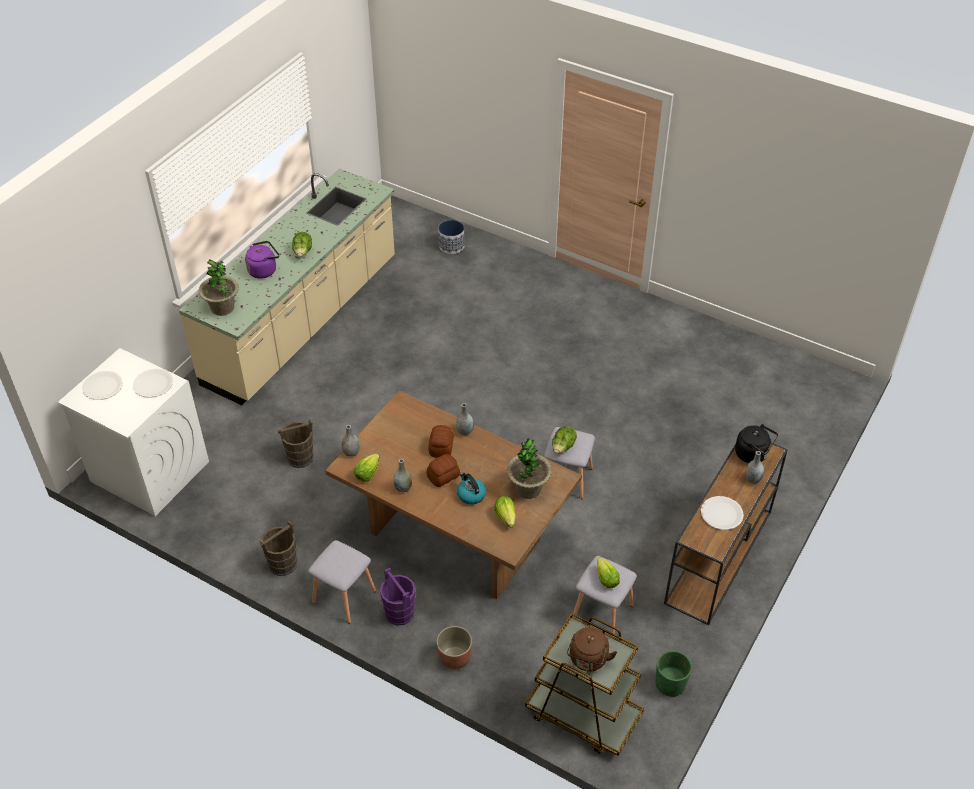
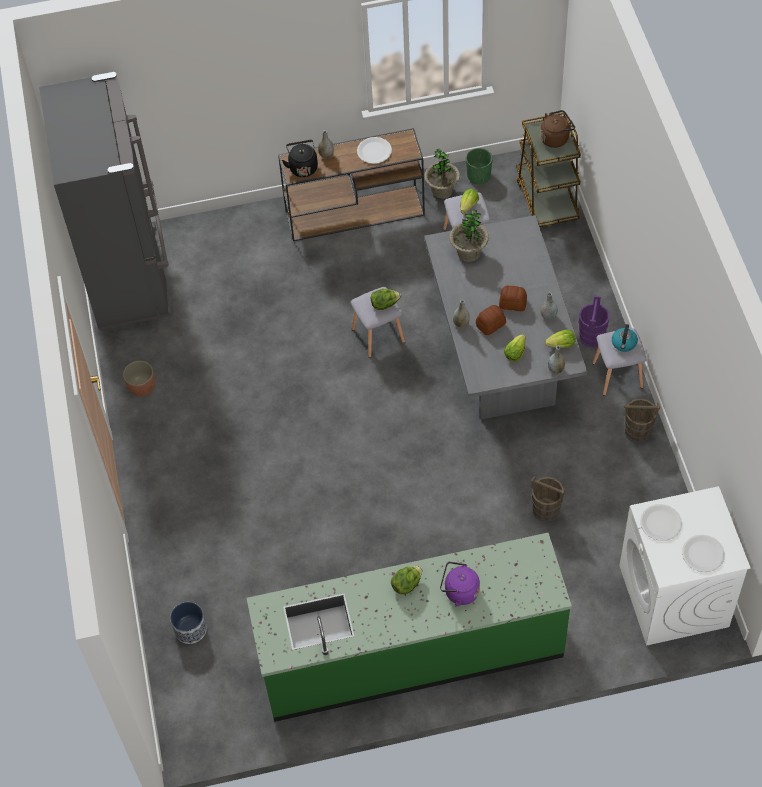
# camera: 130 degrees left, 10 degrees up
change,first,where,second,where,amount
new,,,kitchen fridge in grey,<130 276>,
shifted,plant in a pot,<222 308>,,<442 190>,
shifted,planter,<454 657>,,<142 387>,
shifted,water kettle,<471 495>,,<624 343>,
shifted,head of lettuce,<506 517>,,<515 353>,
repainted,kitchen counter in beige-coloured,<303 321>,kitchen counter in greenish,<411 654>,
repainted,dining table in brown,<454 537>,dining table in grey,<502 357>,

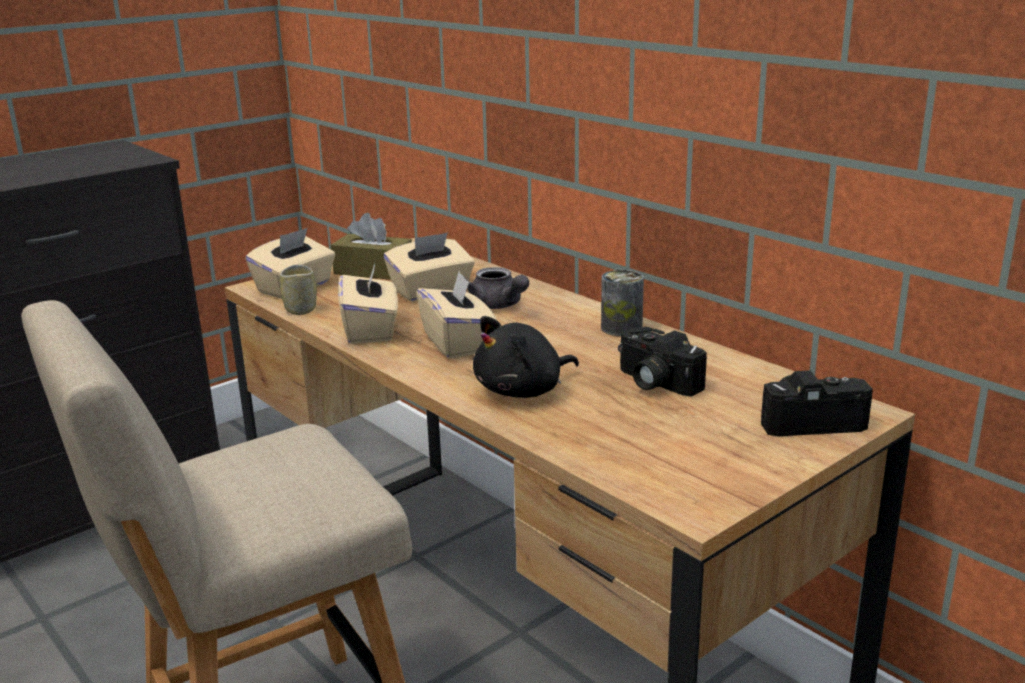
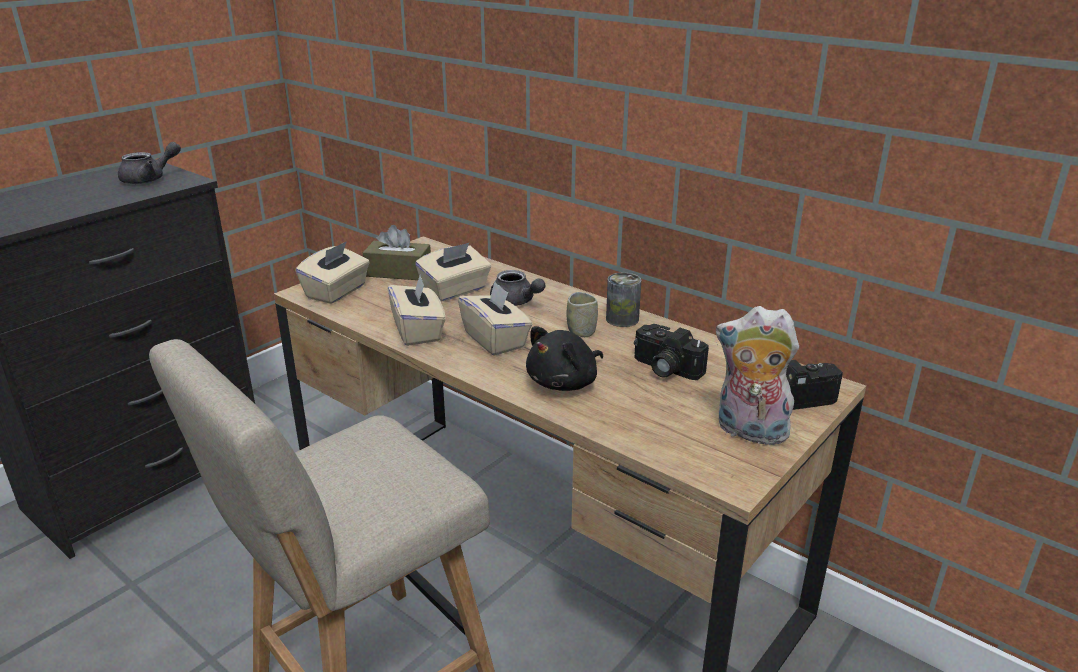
# camera: 10 degrees left, 5 degrees up
change,first,where,second,where,amount
new,,,pot for tea in grey,<150 179>,
new,,,soft toy,<748 432>,
shifted,cup,<300 310>,,<581 331>,

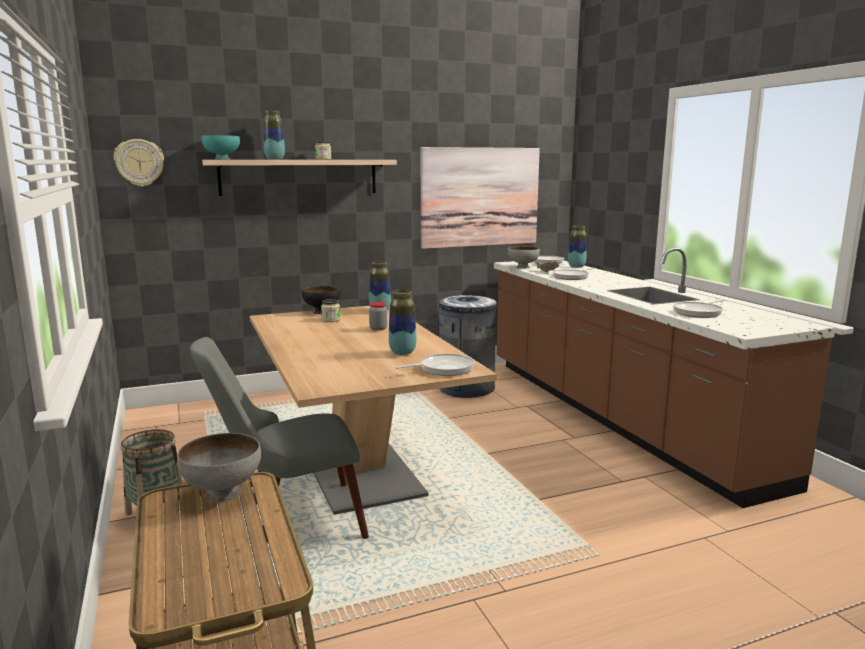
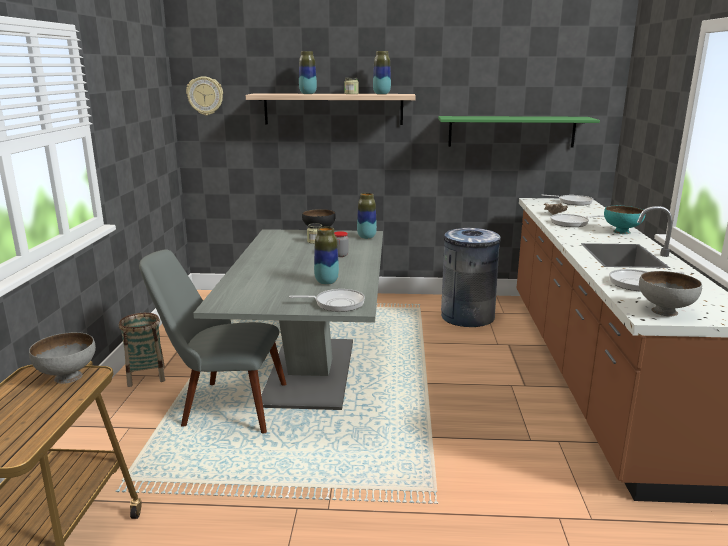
# camera: 25 degrees right, 5 degrees up
change,first,where,second,where,amount
shifted,deep dish in blue-green,<222 159>,,<621 232>,
shifted,deep dish in grey,<523 267>,,<665 312>,
shifted,decorative vase,<576 267>,,<381 94>,
swapped,picture,<480 197>,bracket shelf in greenish,<511 131>,
repainted,dining table in brown,<357 468>,dining table in grey,<310 372>,

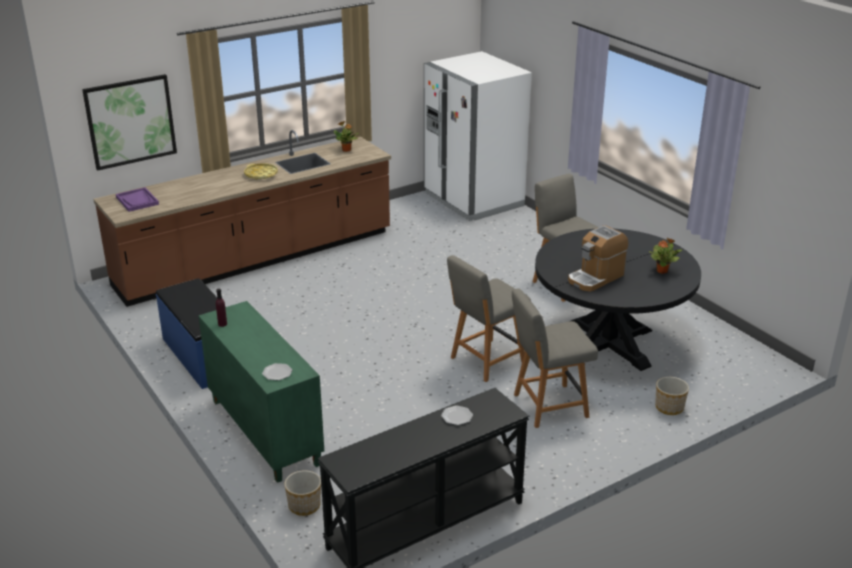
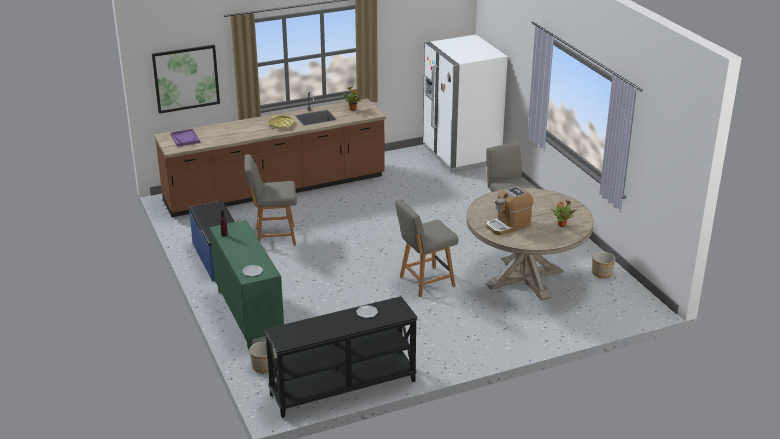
# camera: 10 degrees right, 0 degrees up
change,first,where,second,where,amount
shifted,chair in grey,<548 406>,,<273 236>,
shifted,planter,<669 407>,,<602 273>,
repainted,dining table in black-coloured,<609 343>,dining table in beige-coloured,<525 278>,

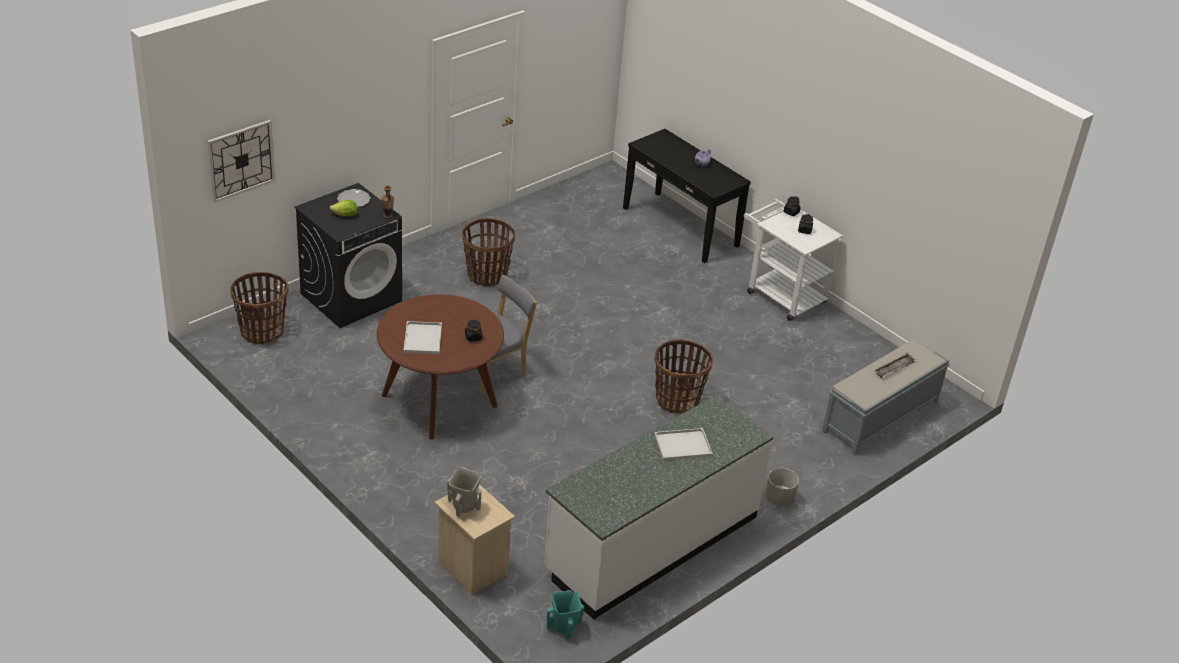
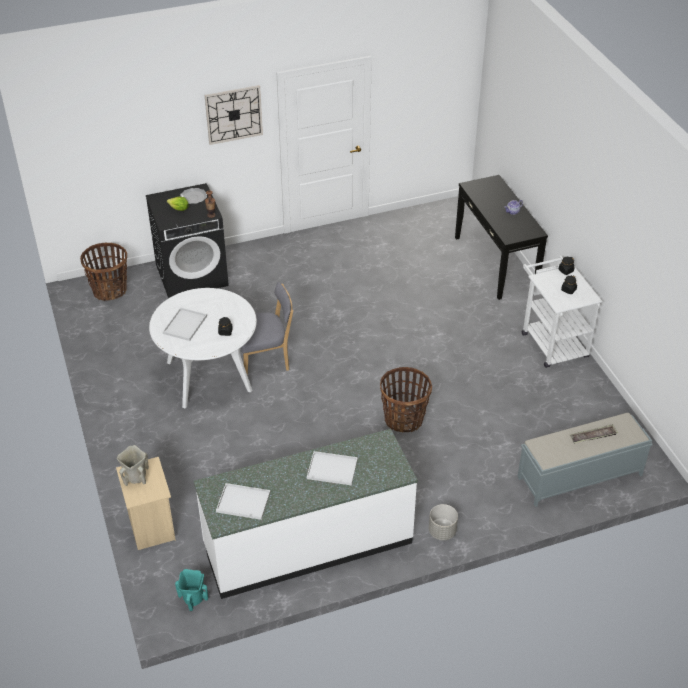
# camera: 25 degrees right, 5 degrees up
change,first,where,second,where,amount
gone,storage basket,<487 275>,,,
new,,,serving tray in whitish,<242 502>,
shifted,hanging clock,<241 160>,,<234 114>,
repainted,dining table in brown,<439 400>,dining table in whitish,<209 376>,

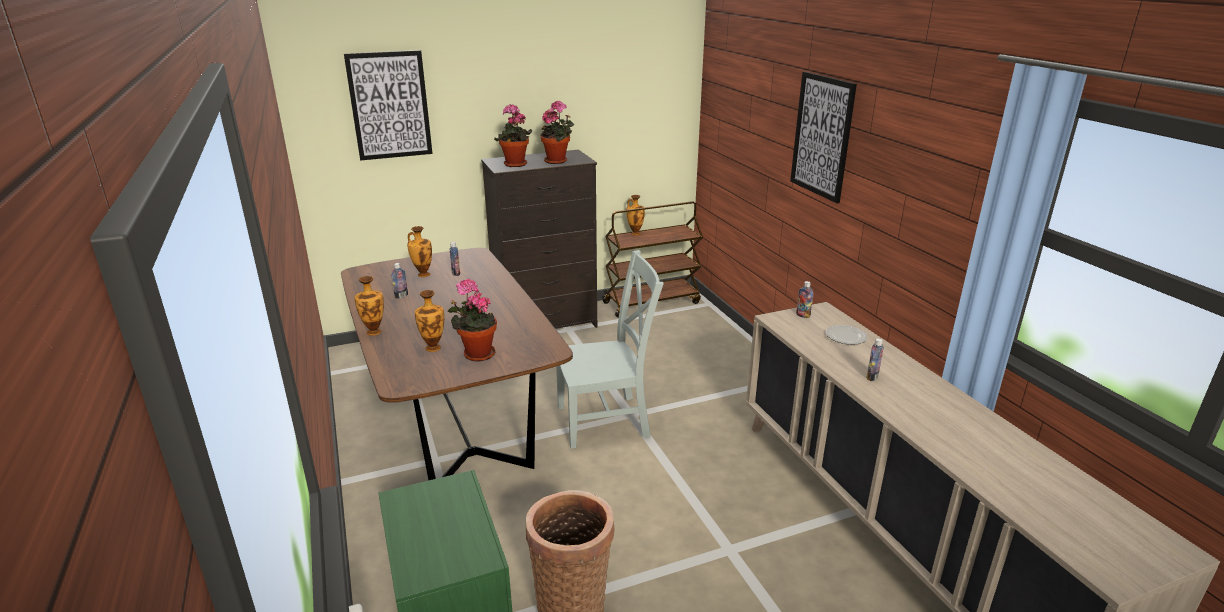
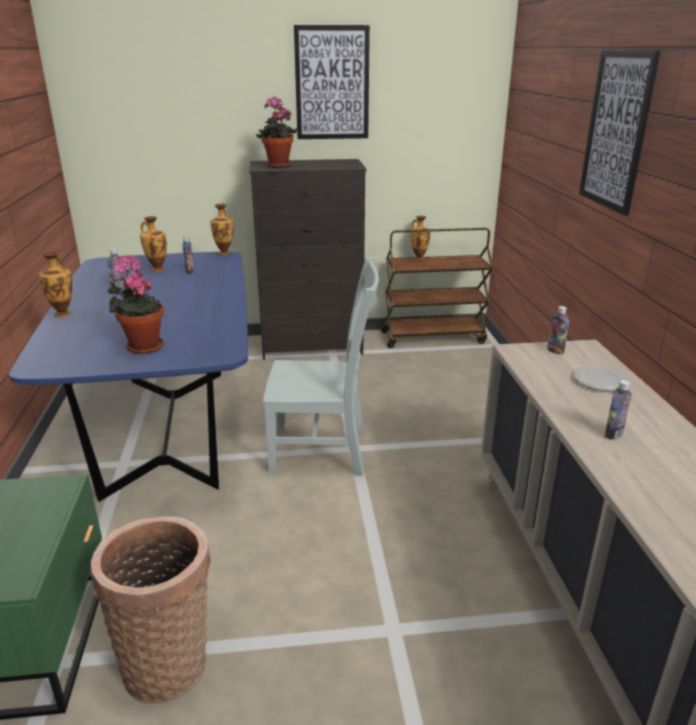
# camera: 15 degrees right, 0 degrees up
change,first,where,second,where,amount
gone,plant in a pot,<558 161>,,,
shifted,picture,<389 105>,,<332 83>,
shifted,decorative vase,<433 347>,,<224 253>,
repainted,dining table in brown,<456 422>,dining table in blue-coloured,<168 428>,

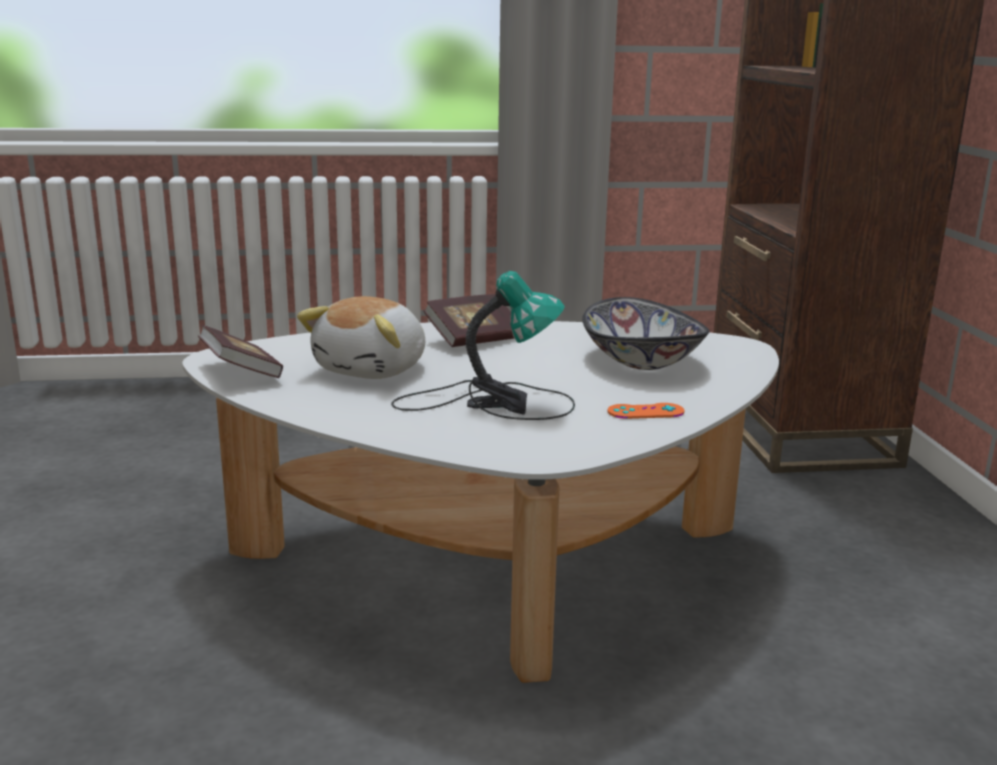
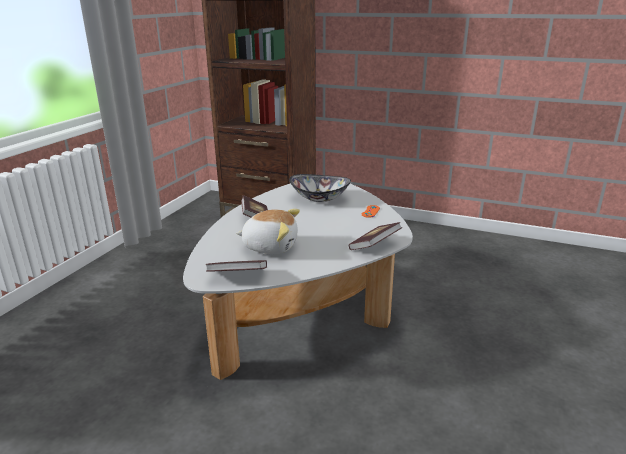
# camera: 60 degrees left, 5 degrees up
change,first,where,second,where,amount
gone,lamp for a table,<491 402>,,,
new,,,book,<374 246>,
rotated,soft toy,<373 369>,,<270 246>,45 degrees counterclockwise

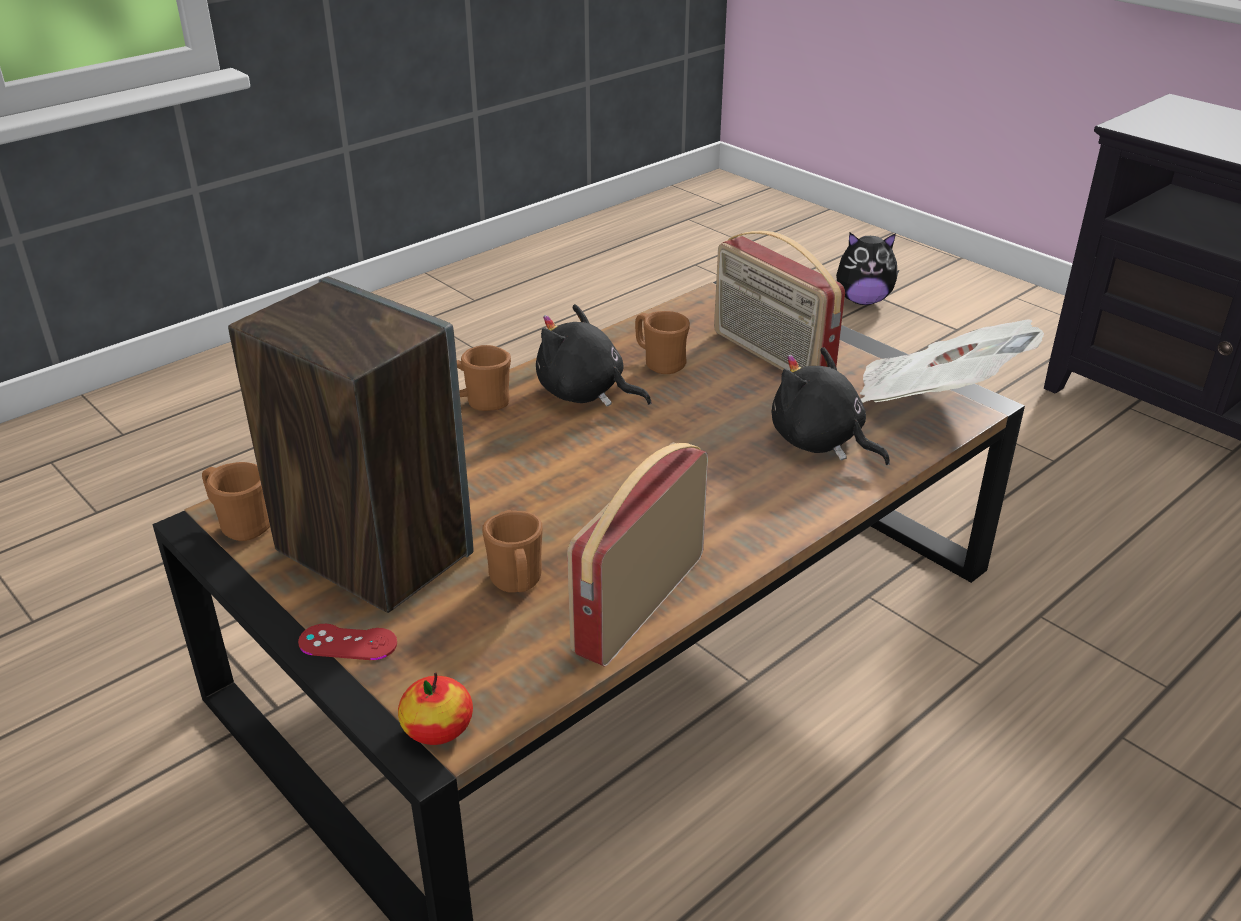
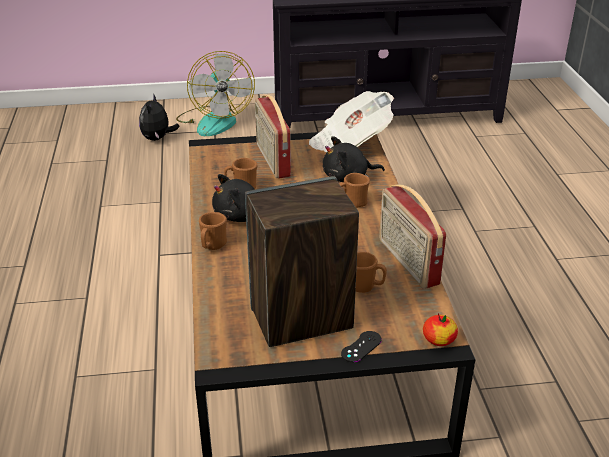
# camera: 55 degrees left, 0 degrees up
change,first,where,second,where,amount
new,,,electric fan,<214 120>,
shifted,tea mug in brown,<240 524>,,<352 203>,
repainted,game controller in reddish,<348 643>,game controller in black-coloured,<361 347>,
rotated,radio set,<770 356>,,<272 160>,75 degrees clockwise
rotated,soft toy,<862 300>,,<158 138>,150 degrees clockwise

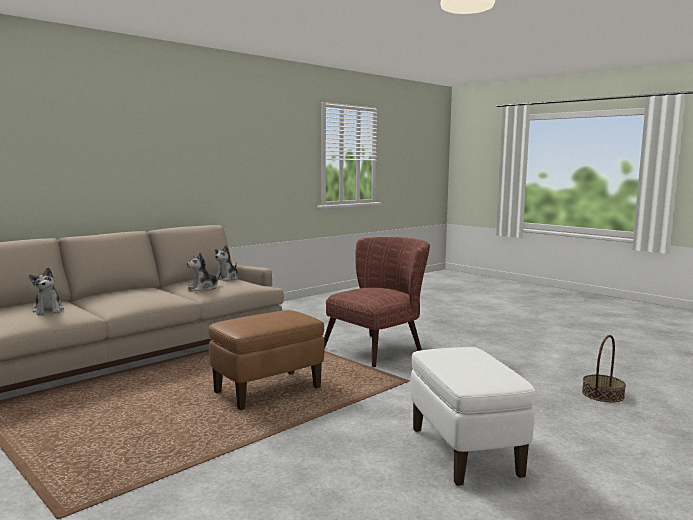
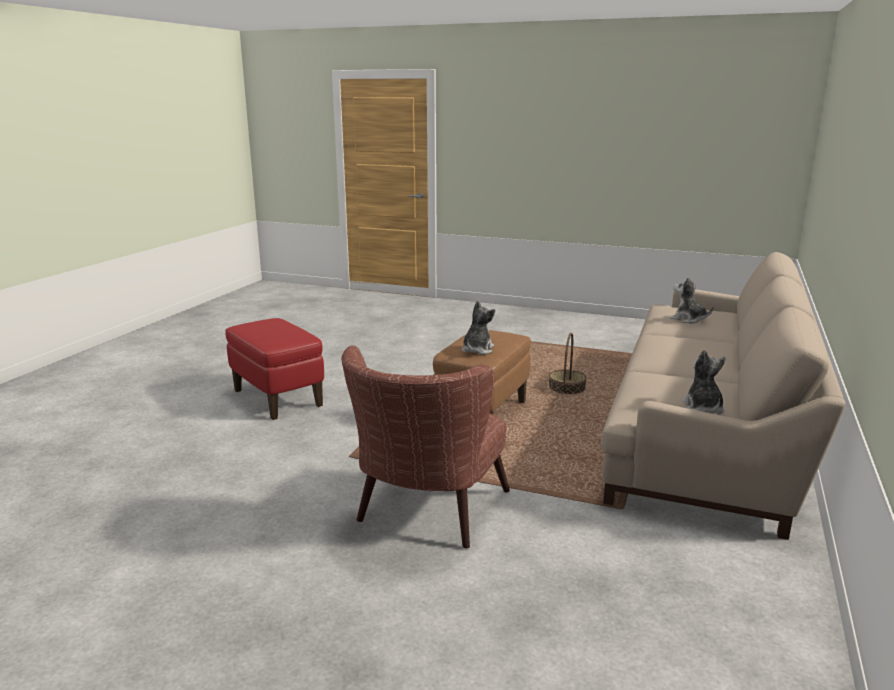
# camera: 155 degrees right, 10 degrees up
change,first,where,second,where,amount
shifted,soft toy,<204 288>,,<477 350>,
shifted,storage basket,<603 394>,,<566 388>,
repainted,pouffe in whitish,<464 451>,pouffe in reddish,<278 398>,

